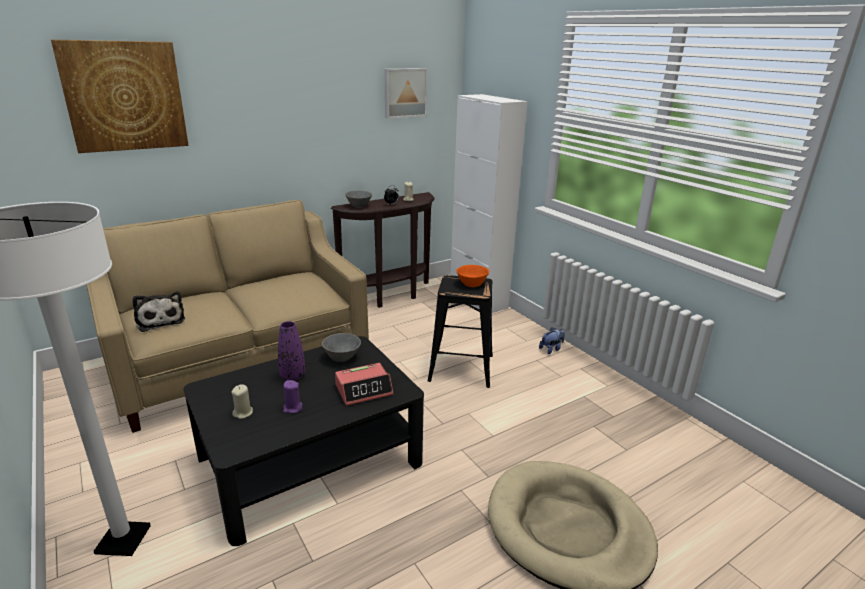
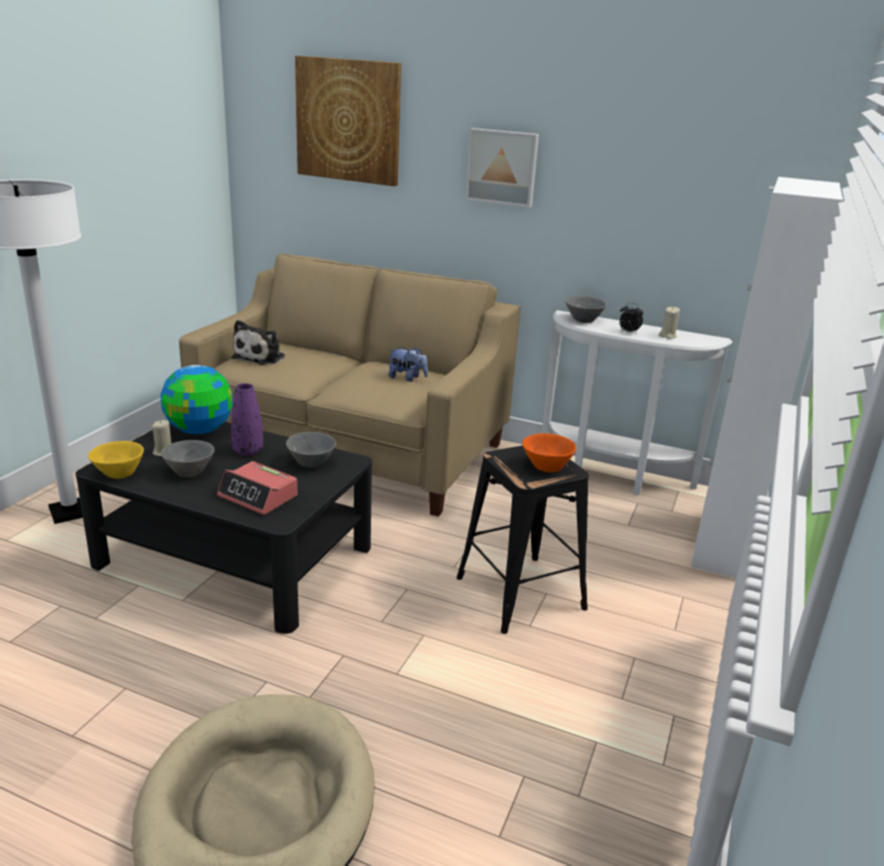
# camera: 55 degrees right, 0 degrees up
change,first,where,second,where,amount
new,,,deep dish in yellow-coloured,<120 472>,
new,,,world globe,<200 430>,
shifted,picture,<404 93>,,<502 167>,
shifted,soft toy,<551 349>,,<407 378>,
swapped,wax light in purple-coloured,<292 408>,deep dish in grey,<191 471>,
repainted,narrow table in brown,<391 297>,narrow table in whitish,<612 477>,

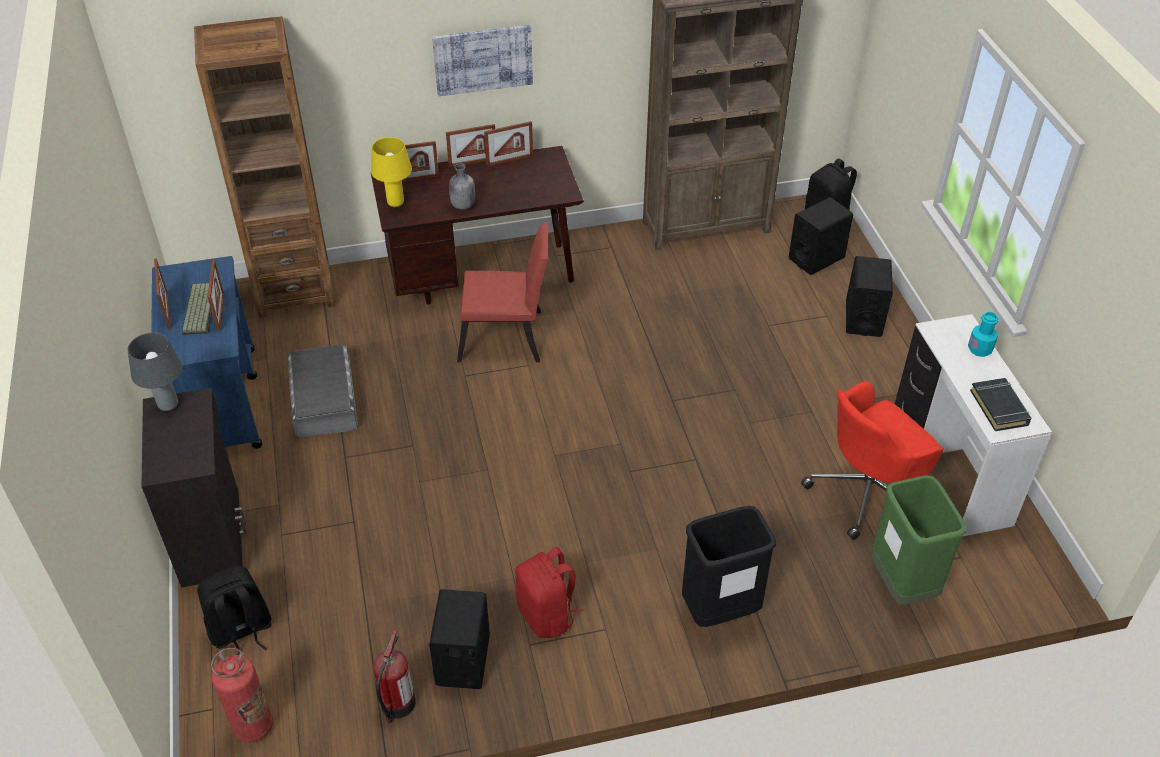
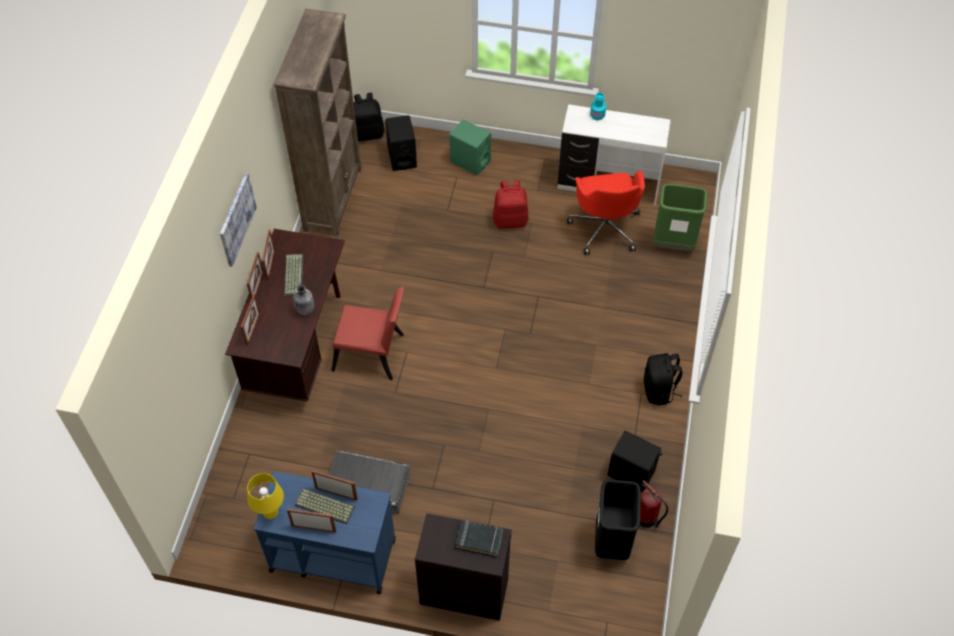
# camera: 65 degrees left, 10 degrees up
change,first,where,second,where,amount
gone,lamp for a table in grey,<169 405>,,,
gone,bookcase in brown,<295 291>,,,
gone,fire-fighting cylinder,<253 726>,,,
new,,,computer keyboard,<293 275>,
shifted,backpack in black-coloured,<241 631>,,<659 390>,
shifted,lamp for a table in yellow-coloured,<395 203>,,<271 513>,
shifted,backpack in reddish,<547 615>,,<510 220>,
shifted,rubbish bin in black-coloured,<720 610>,,<612 541>,
shifted,book in black-coloured,<999 408>,,<479 539>,
repainted,speaker in black-coloured,<863 318>,speaker in greenish,<470 161>,
rotated,chair in reddish,<507 338>,,<373 354>,75 degrees clockwise

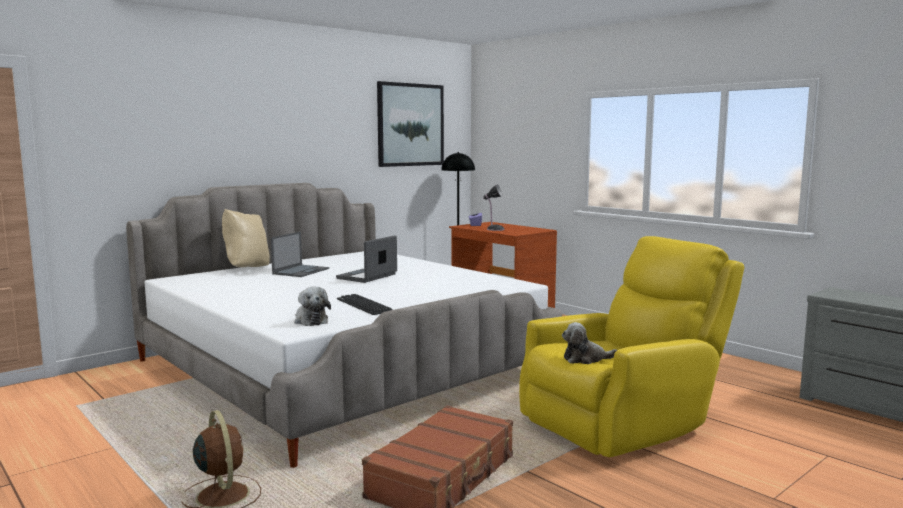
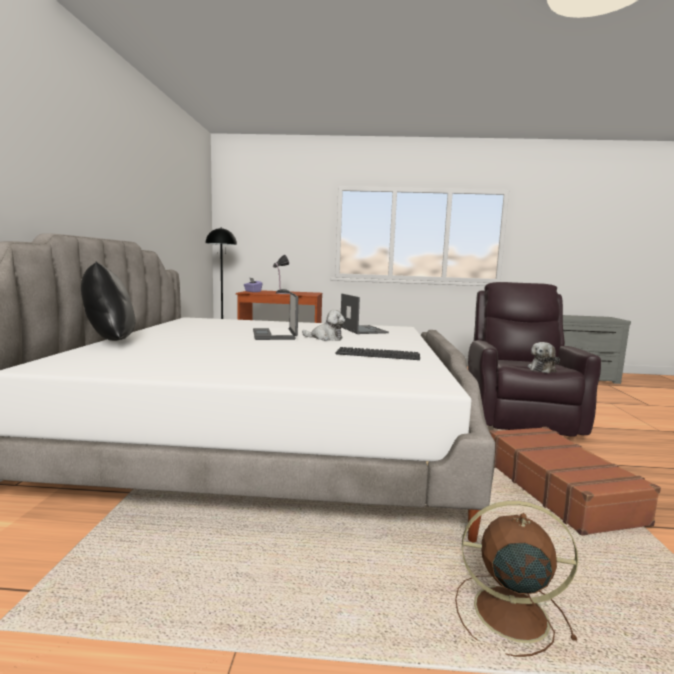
# camera: 45 degrees left, 0 degrees up
change,first,where,second,where,amount
gone,picture,<410 125>,,,
shifted,portable computer,<301 271>,,<362 330>,
shifted,soft toy,<310 320>,,<326 338>,
repainted,cushion in beige-coloured,<246 268>,cushion in black-coloured,<109 342>,
repainted,lounge chair in yellow-coloured,<624 422>,lounge chair in brown,<519 414>,

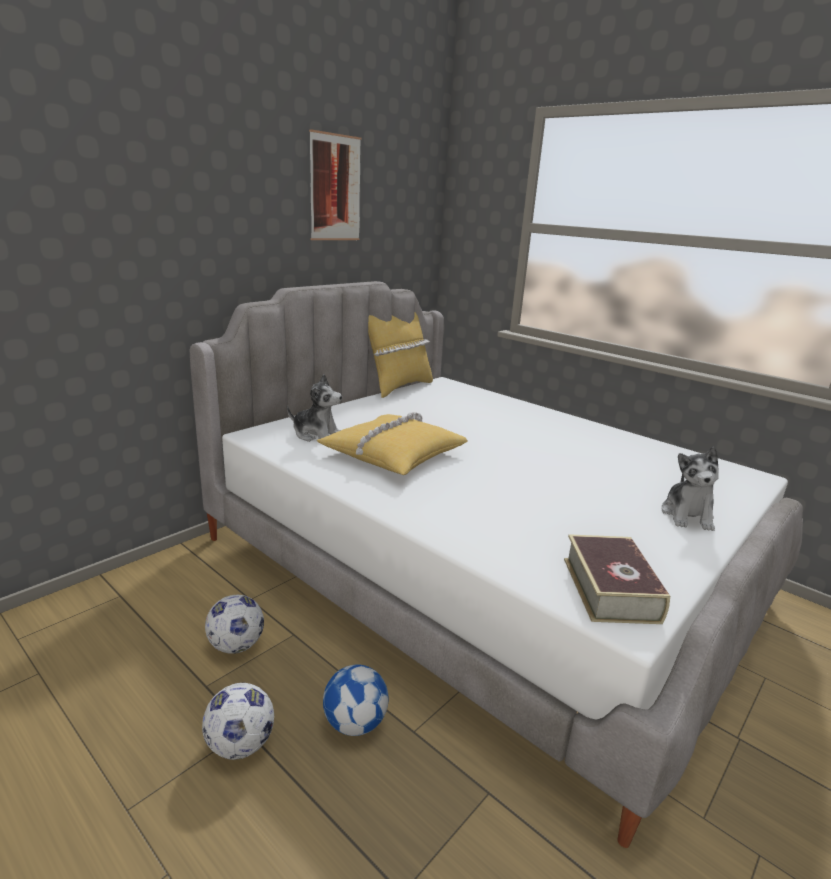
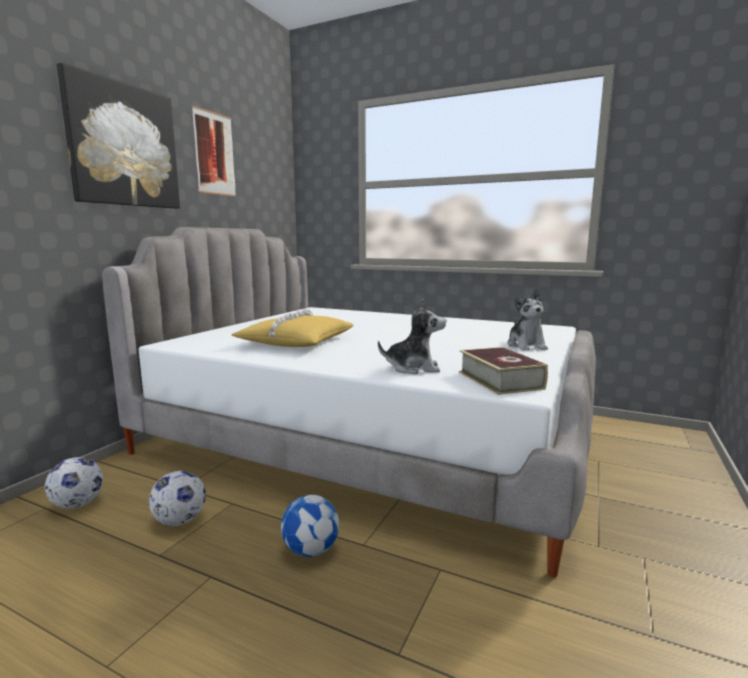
# camera: 15 degrees left, 10 degrees down
change,first,where,second,where,amount
gone,cushion in yellow-coloured,<398 387>,,,
new,,,picture,<123 146>,
shifted,football ball,<240 744>,,<77 504>,
shifted,soft toy,<316 435>,,<413 368>,

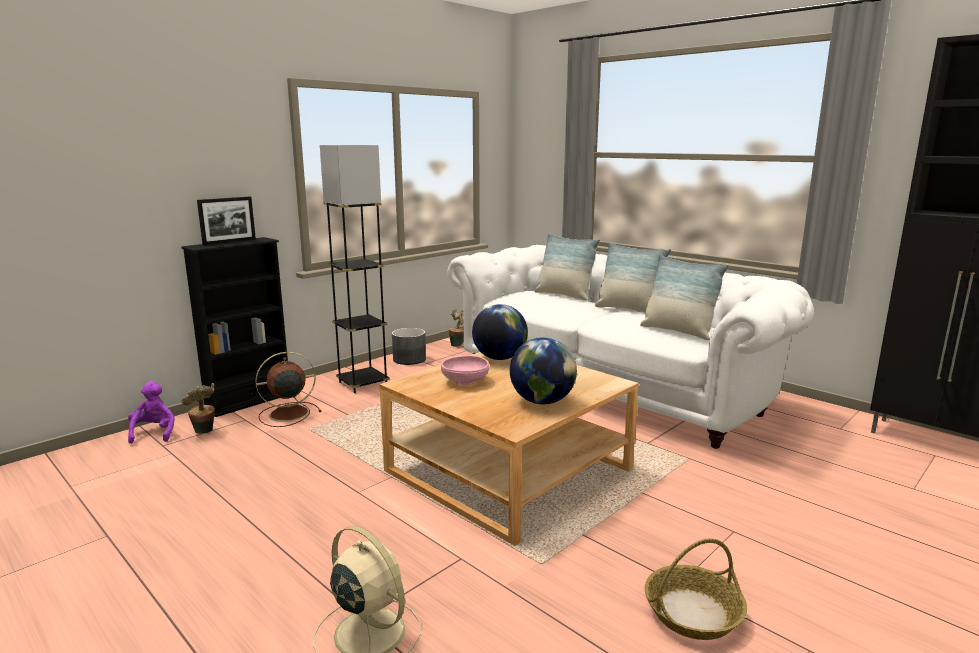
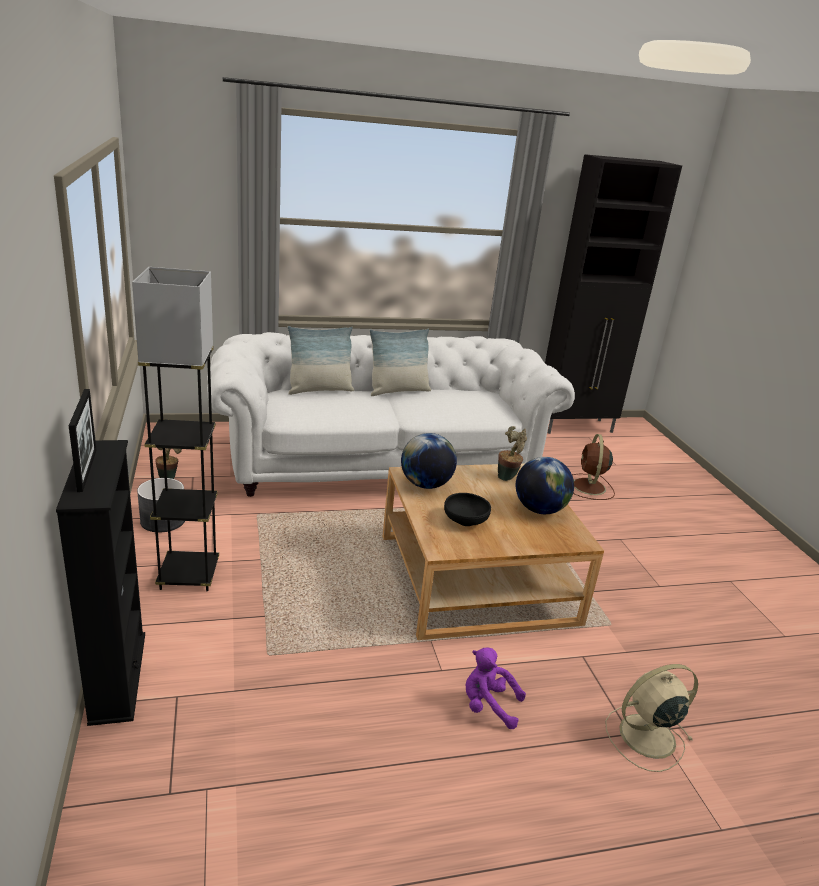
# camera: 60 degrees left, 10 degrees up
change,first,where,second,where,amount
gone,cushion,<678 331>,,,
gone,storage basket,<692 613>,,,
shifted,soft toy in purple-coloured,<154 433>,,<488 706>,
shifted,plant in a pot,<204 432>,,<508 477>,
shifted,electric fan in brown,<287 414>,,<589 487>,
repainted,deep dish in pinkish,<465 381>,deep dish in black-coloured,<465 520>,

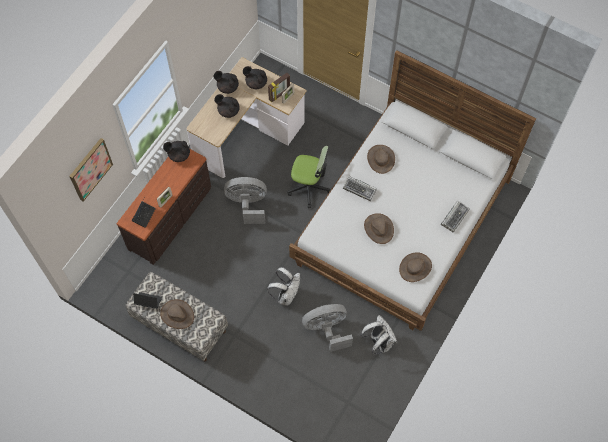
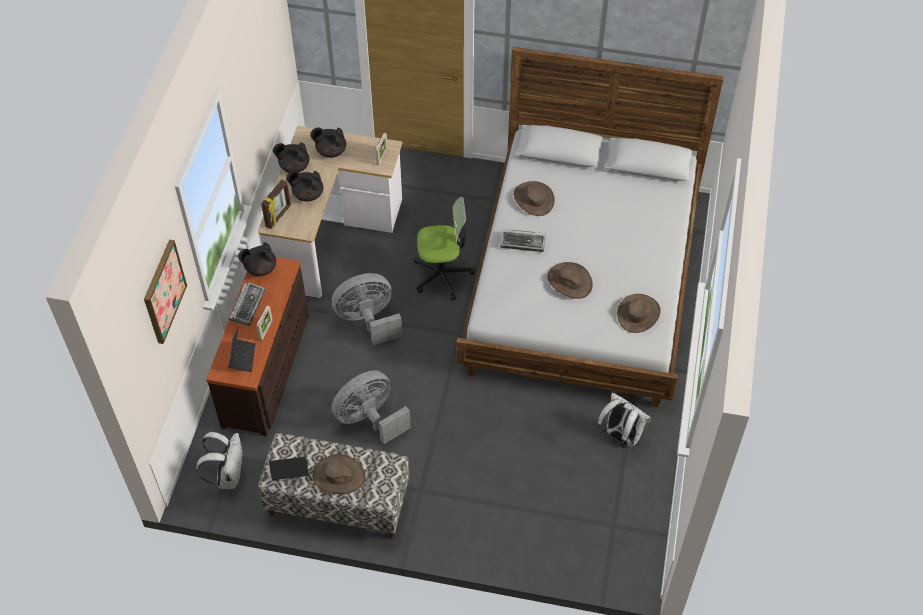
# camera: 20 degrees left, 10 degrees down
change,first,where,second,where,amount
shifted,backpack in whitish,<286 295>,,<228 475>,
shifted,picture frame,<279 94>,,<278 216>,
shifted,electric fan in grey,<327 329>,,<370 419>,
shifted,computer keyboard,<455 217>,,<247 305>,

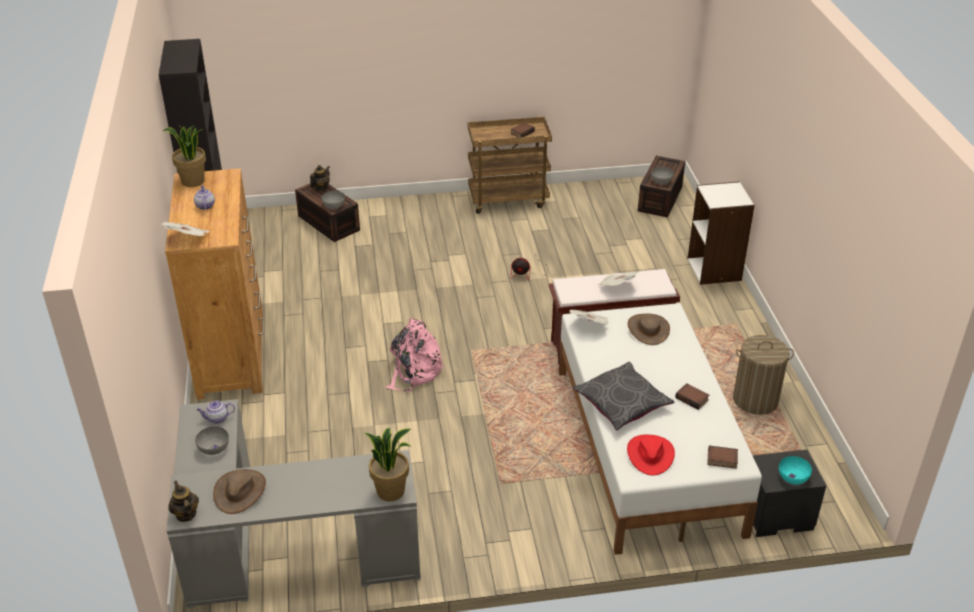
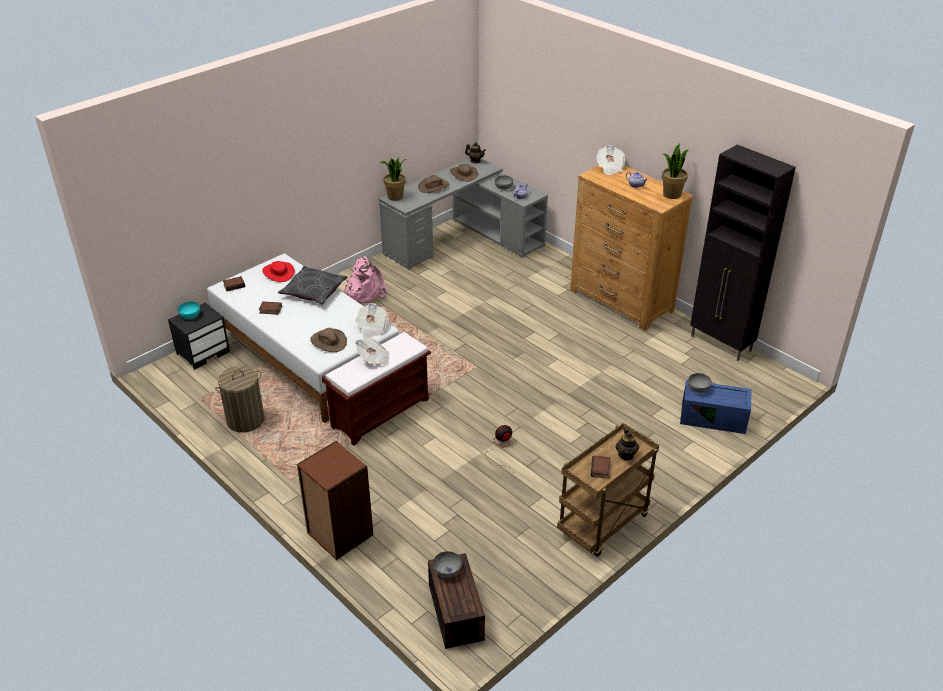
# camera: 145 degrees right, 0 degrees up
change,first,where,second,where,amount
new,,,clothing hat in brown,<433 186>,
shifted,pot for tea,<321 188>,,<626 455>,
shifted,backpack in pinkish,<414 371>,,<364 292>,
repainted,storage box in brown,<327 223>,storage box in blue-coloured,<714 418>,
repainted,bookcase in whitish,<714 269>,bookcase in brown,<339 534>,

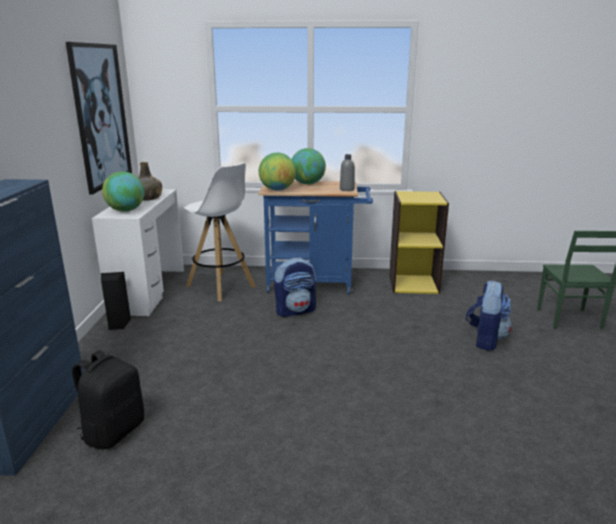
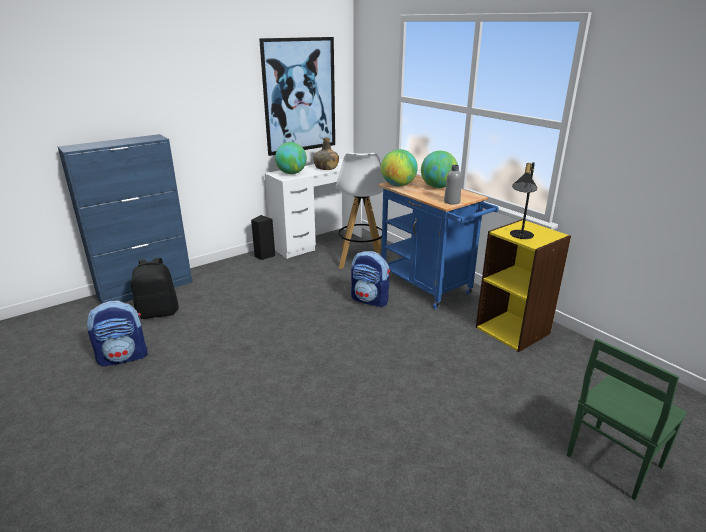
# camera: 50 degrees right, 5 degrees up
change,first,where,second,where,amount
new,,,lamp for a table in black-coloured,<519 236>,
shifted,backpack,<485 339>,,<124 357>,

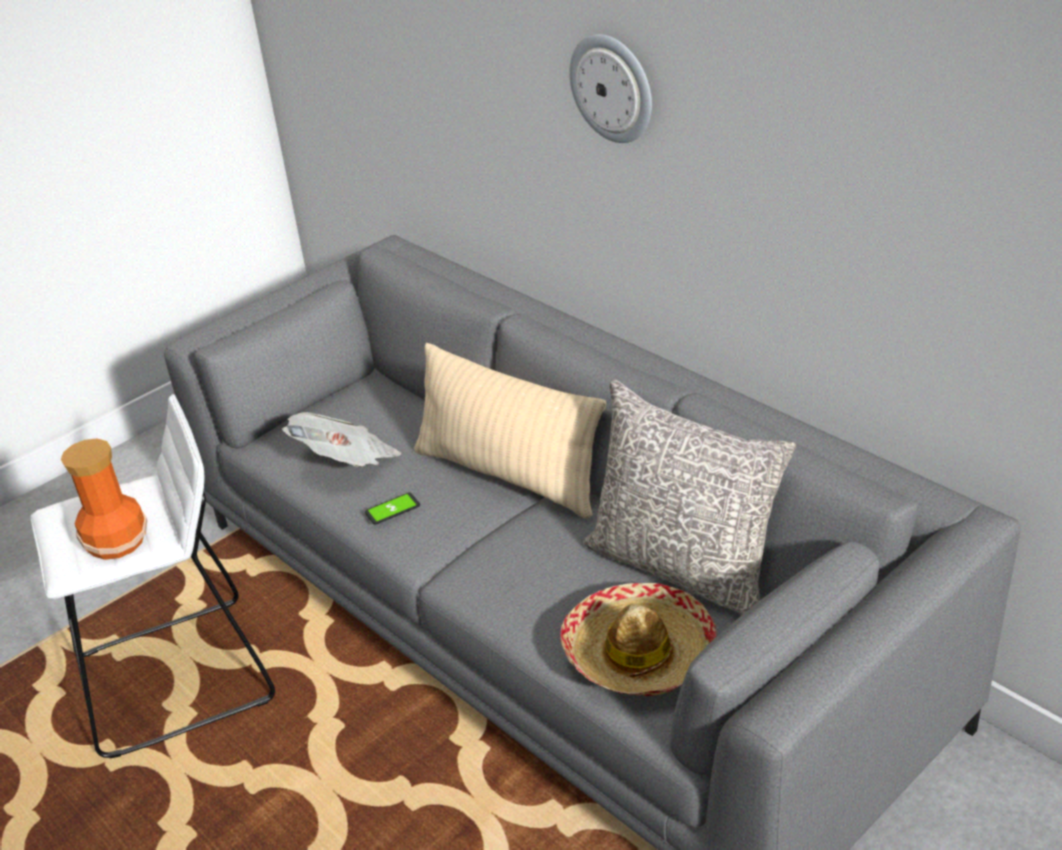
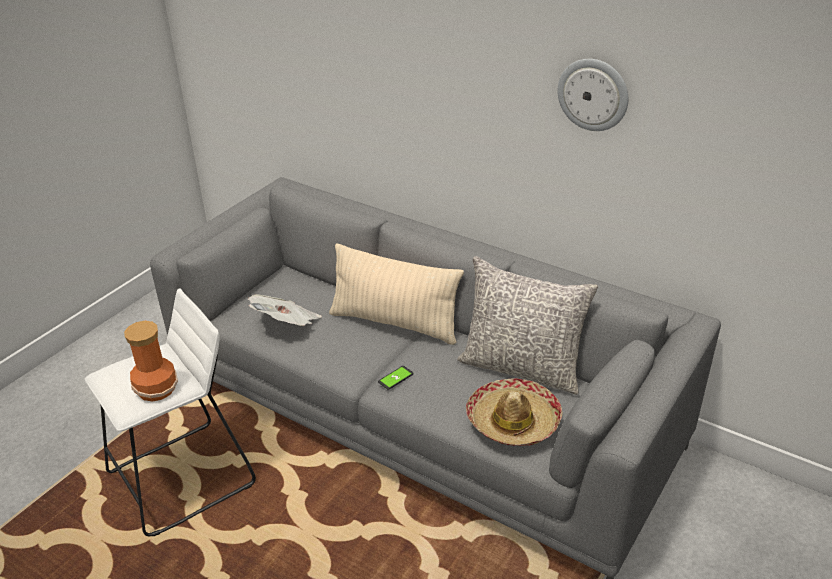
# camera: 15 degrees left, 0 degrees up
change,first,where,second,where,amount
shifted,telephone,<392 509>,,<395 378>,
shifted,hanging clock,<612 88>,,<593 94>,

